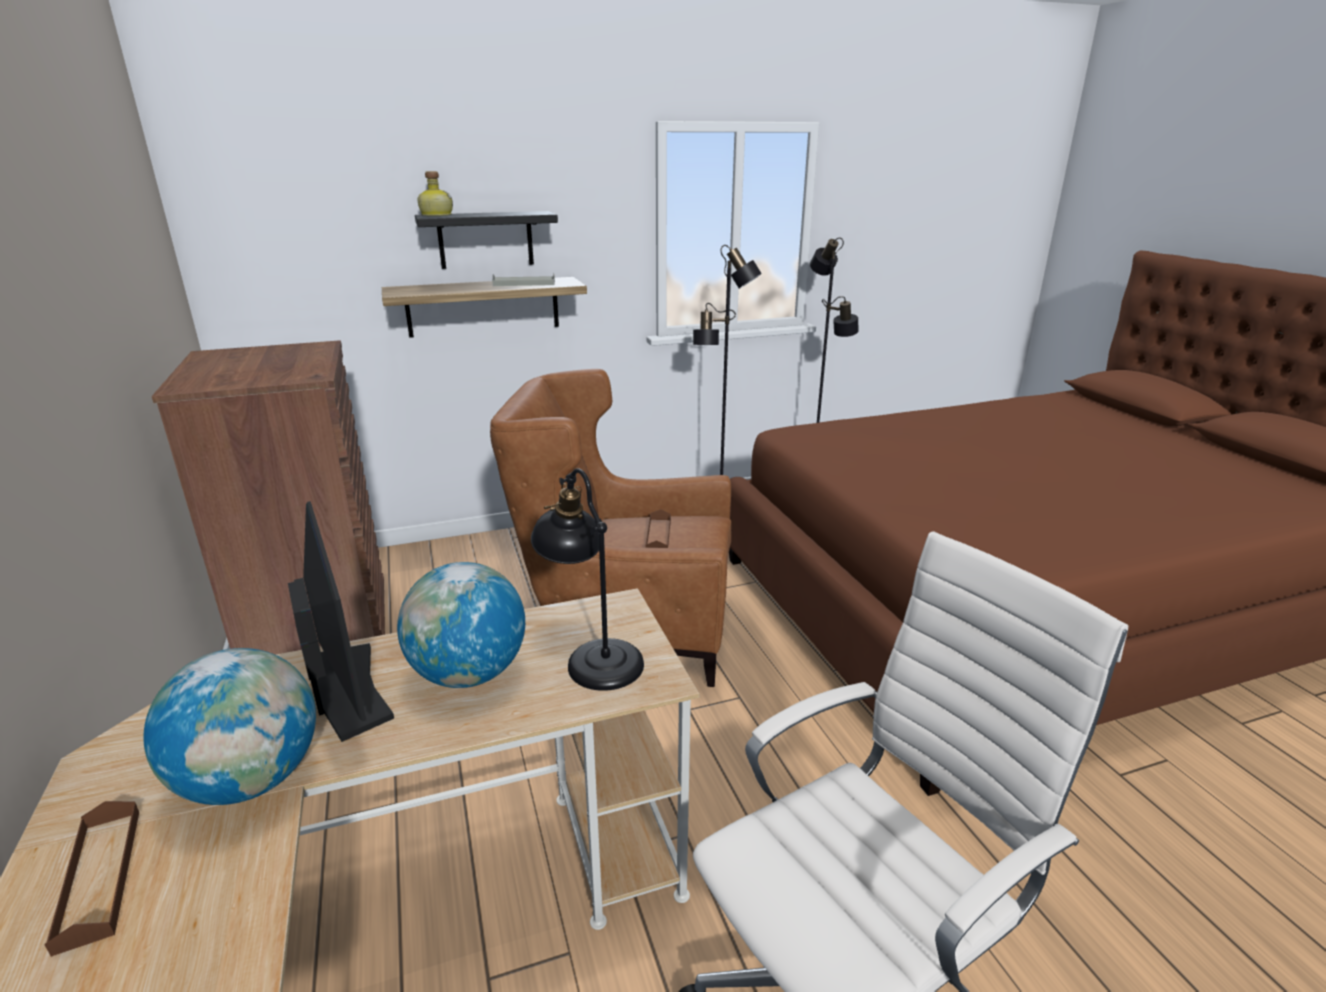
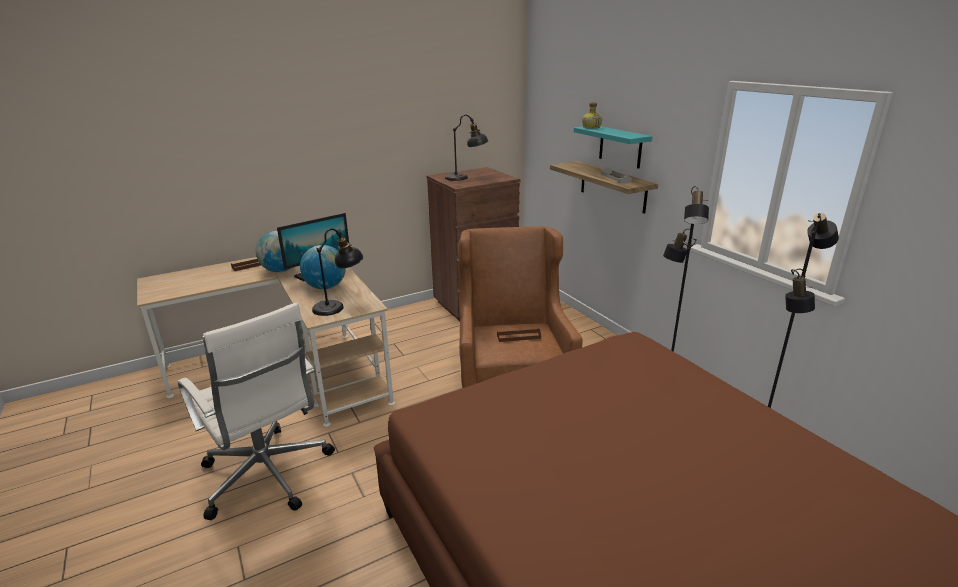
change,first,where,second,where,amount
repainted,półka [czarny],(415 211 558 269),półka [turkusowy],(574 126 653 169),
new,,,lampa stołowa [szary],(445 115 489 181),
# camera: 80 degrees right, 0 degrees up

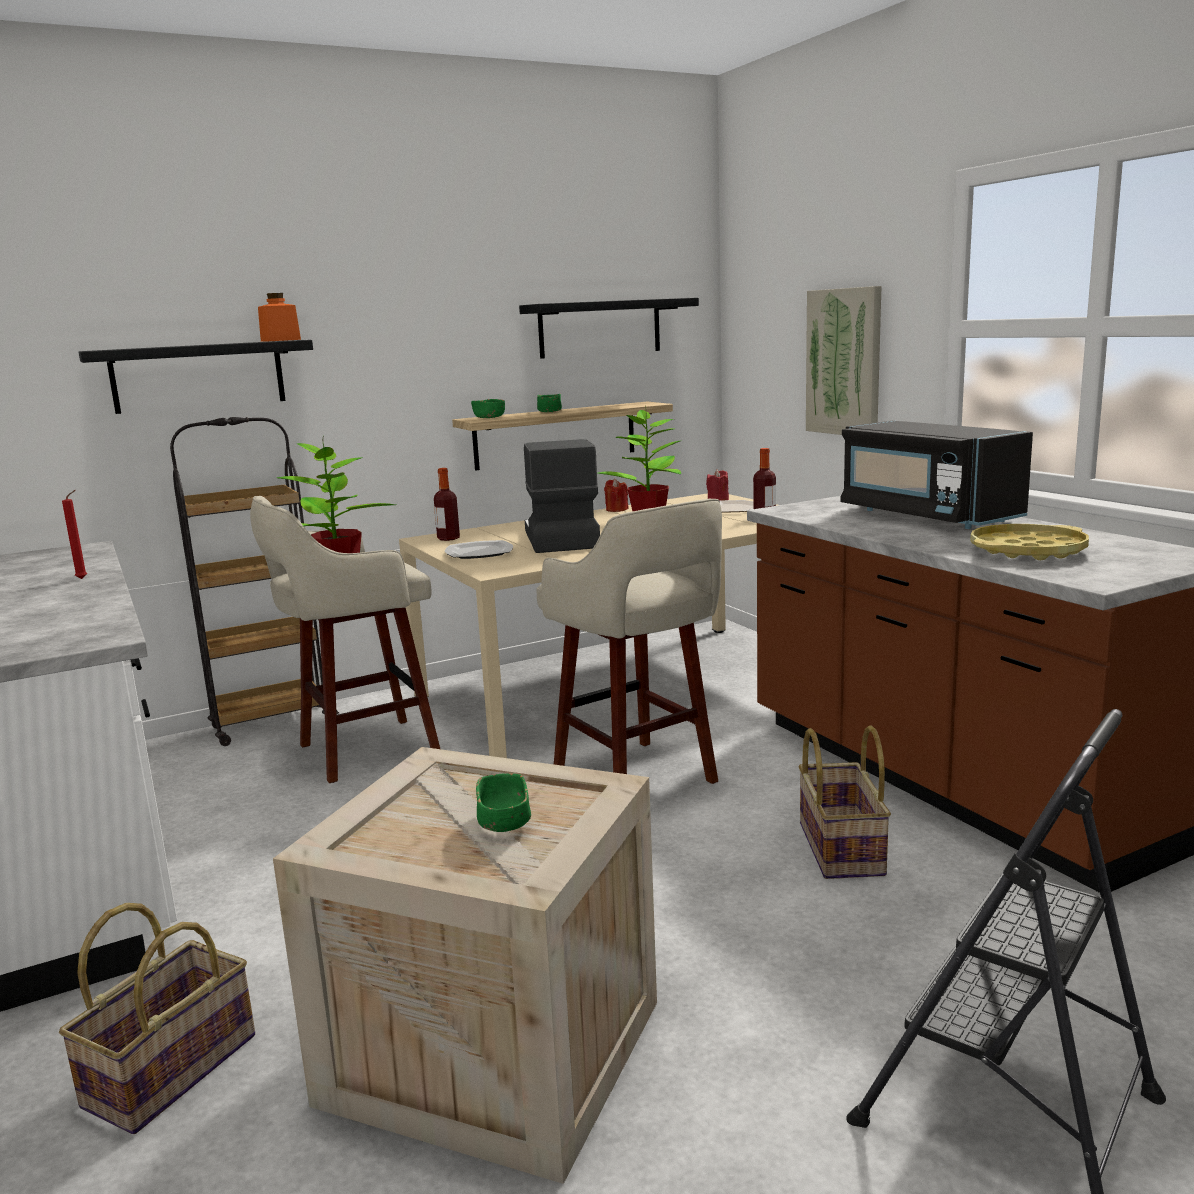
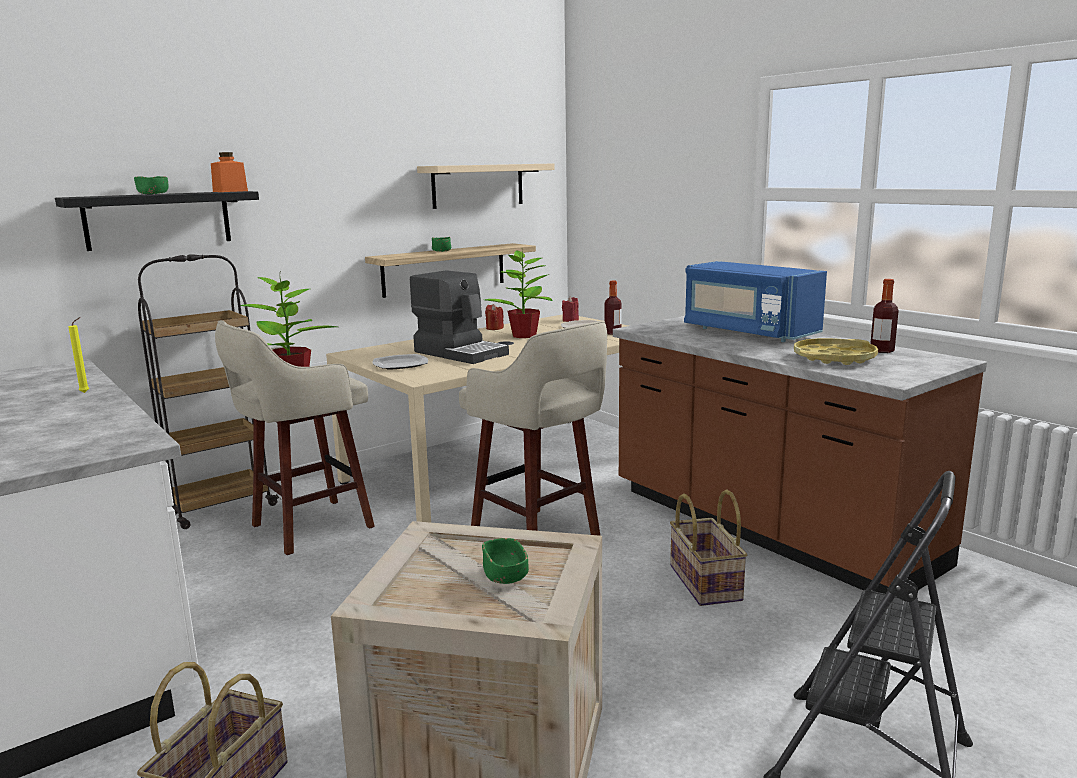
change,first,where,second,where,amount
gone,obraz,(806 286 882 435),,,
repainted,półka [czarny],(519 297 699 359),półka [beżowy],(417 163 555 209),
shifted,miska [zielony],(471 399 505 418),,(134 176 169 194),
repainted,mikrofalówka [czarny],(840 421 1033 529),mikrofalówka [niebieski],(684 261 827 342),
rotated,ekspres do kawy,(524 439 600 553),,(410 271 509 364),150 degrees clockwise
shifted,butelka,(434 468 460 541),,(870 279 898 353),
repainted,świeca [czerwony],(62 490 87 579),świeca [żółty],(68 317 89 393),
# camera: 10 degrees left, 0 degrees up

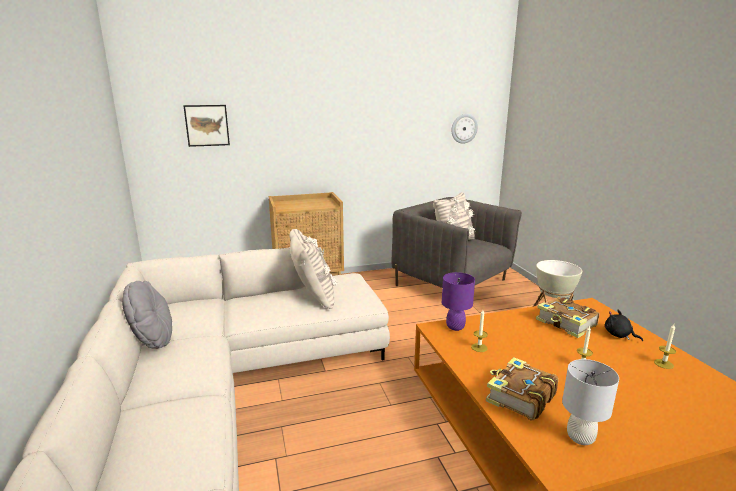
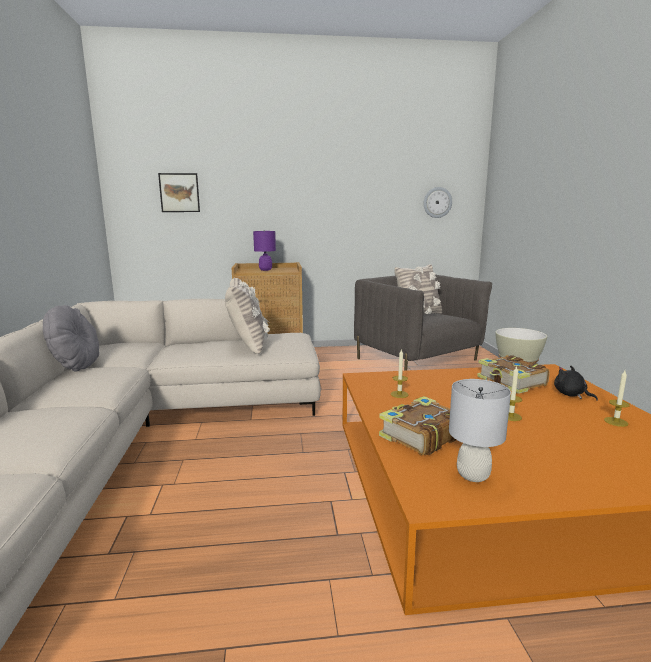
change,first,where,second,where,amount
shifted,lampa stołowa [fioletowy],(442 272 475 331),,(253 231 276 271),
# camera: 10 degrees right, 5 degrees down

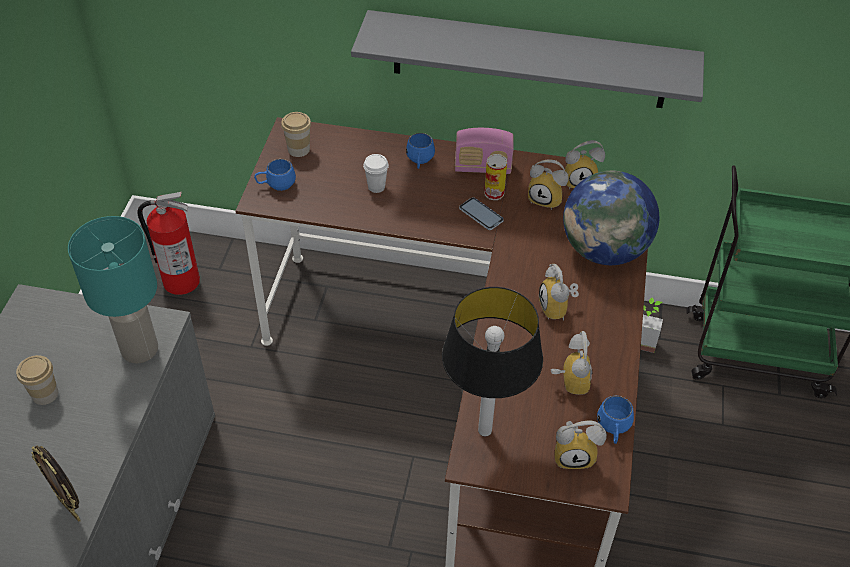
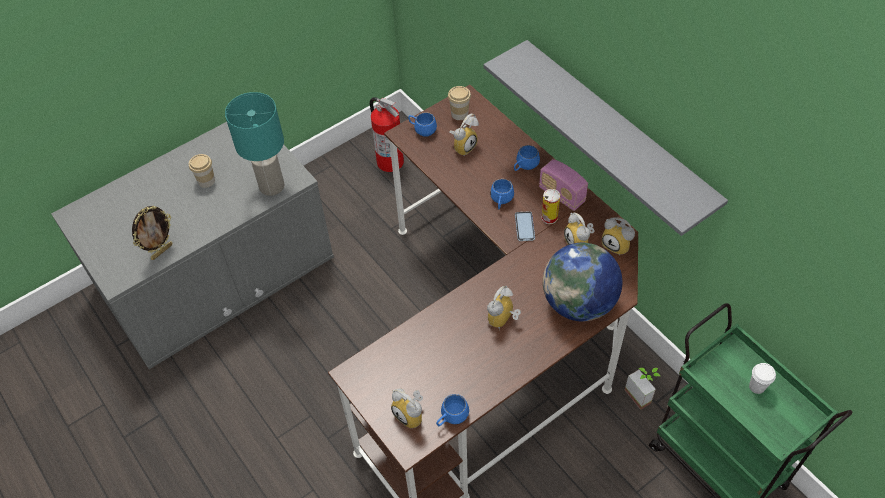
change,first,where,second,where,amount
shifted,filiżanka [biały],(363 154 389 193),,(749 363 776 394),
gone,lampa stołowa,(442 287 543 437),,,
shifted,budzik,(551 331 593 395),,(449 114 479 156),
rotated,ramka na zdjęcie,(32 446 80 521),,(132 206 172 260),135 degrees counterclockwise
new,,,kubek [niebieski],(490 179 514 209),
# camera: 45 degrees right, 5 degrees up

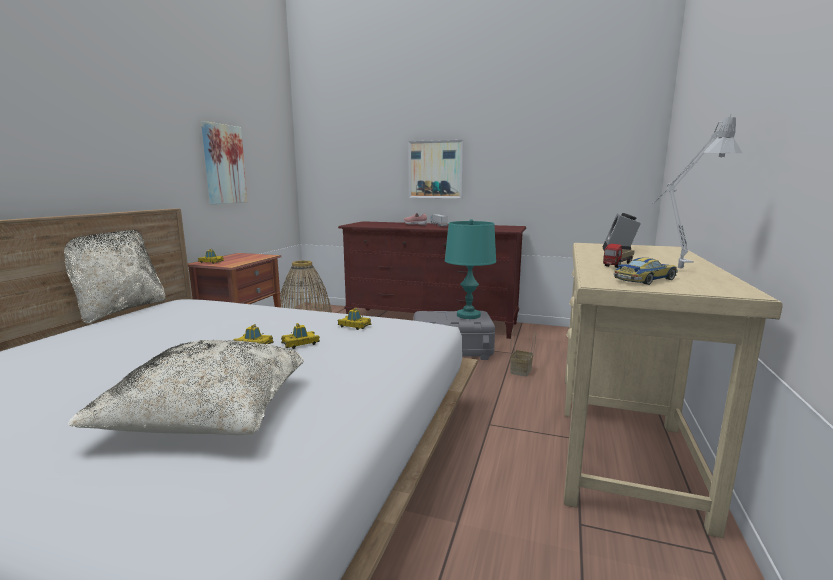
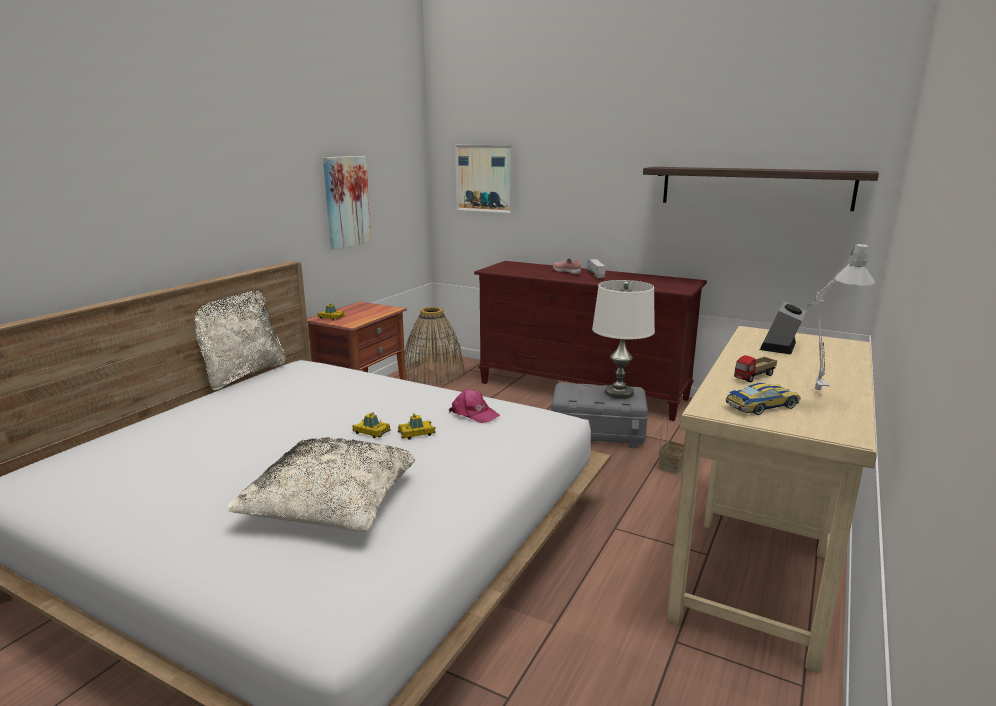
change,first,where,second,where,amount
shifted,obraz,(409 140 464 198),,(455 145 514 213),
repainted,lampa stołowa [turkusowy],(445 219 496 319),lampa stołowa [biały],(592 280 655 399),
swapped,samochodzik,(338 308 371 330),czapka z daszkiem [różowy],(449 389 500 423),
new,,,półka,(643 167 879 211),
# camera: 10 degrees right, 5 degrees up

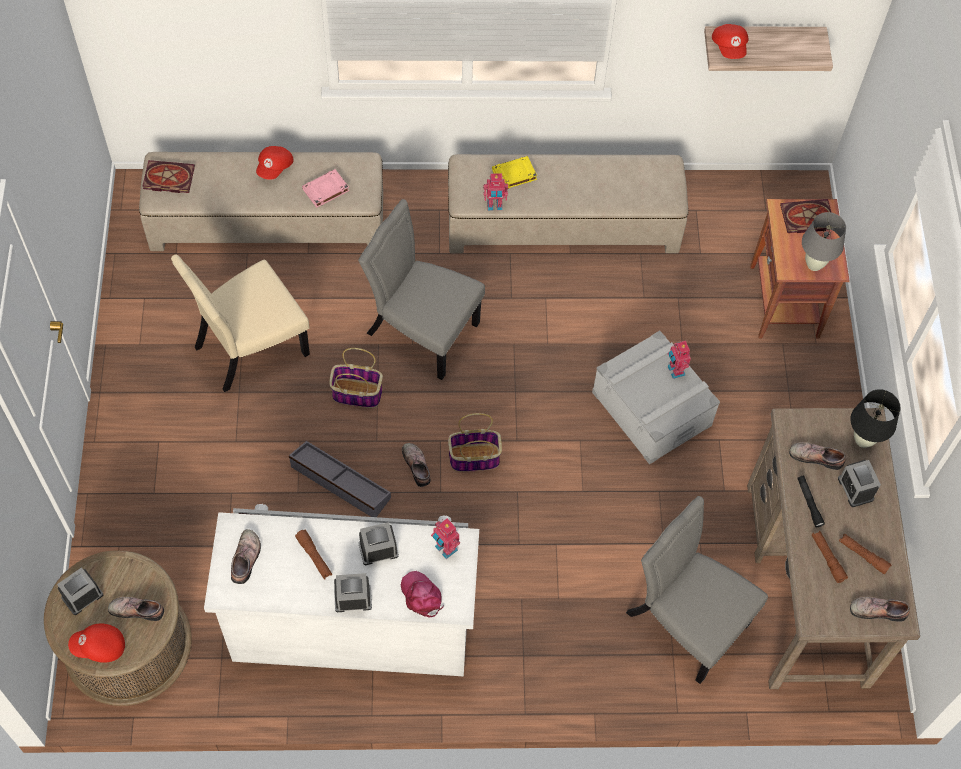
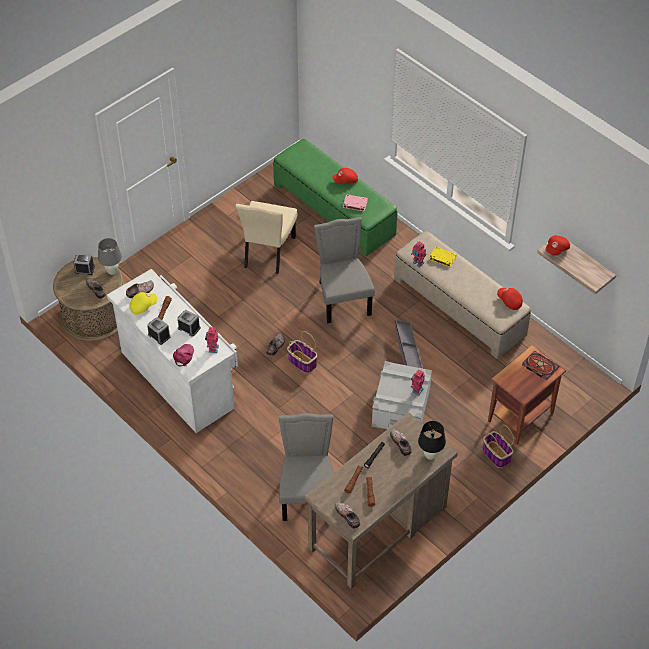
change,first,where,second,where,amount
repainted,ławka [beżowy],(139 152 383 251),ławka [zielony],(273 139 397 256),
gone,książka,(143 160 195 193),,,
shifted,lampa stołowa [szary],(802 212 846 271),,(98 238 122 275),
rotated,krzesło [beżowy],(171 254 310 392),,(236 201 298 274),90 degrees counterclockwise
shifted,koszyk,(329 348 383 408),,(483 424 514 468),
shifted,pojemnik do przechowywania [szary],(289 441 391 517),,(395 320 423 369),
gone,budzik,(838 460 881 507),,,
shifted,czapka z daszkiem [czerwony],(68 624 125 663),,(497 288 523 310),
new,,,czapka z daszkiem [żółty],(130 292 157 315),
# camera: 50 degrees right, 10 degrees down

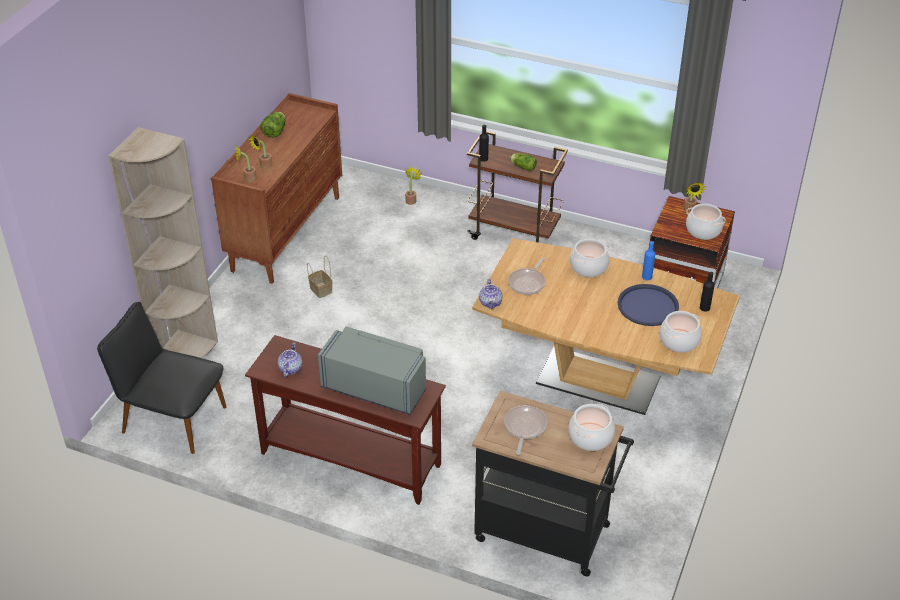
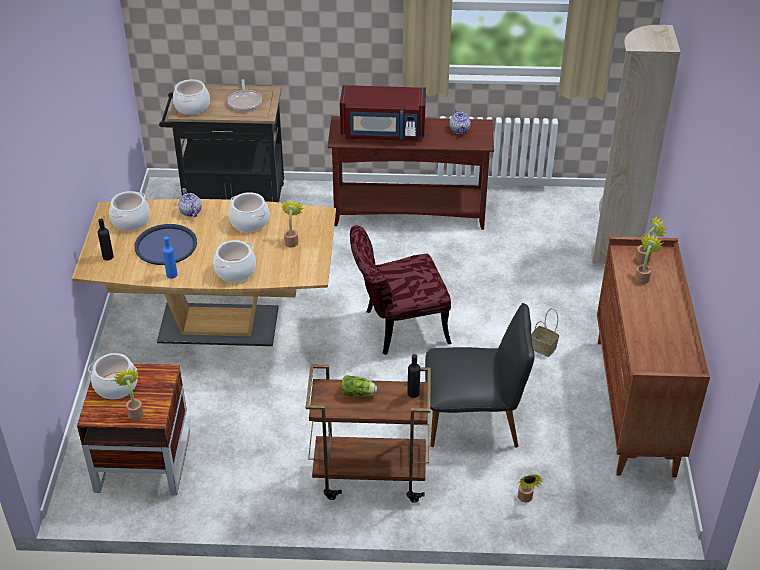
change,first,where,second,where,amount
gone,sałata,(260 112 285 138),,,
swapped,patelnia,(508 257 546 295),roślina doniczkowa,(281 199 303 247),
shifted,imbryk,(479 279 502 309),,(178 188 202 217),
shifted,krzesło [czarny],(97 302 226 454),,(425 303 535 448),
repainted,mikrofalówka [szary],(318 326 426 415),mikrofalówka [czerwony],(340 85 426 141),
new,,,garnek,(229 192 269 232),
new,,,krzesło [czerwony],(350 225 452 355),
# camera: 160 degrees right, 0 degrees up

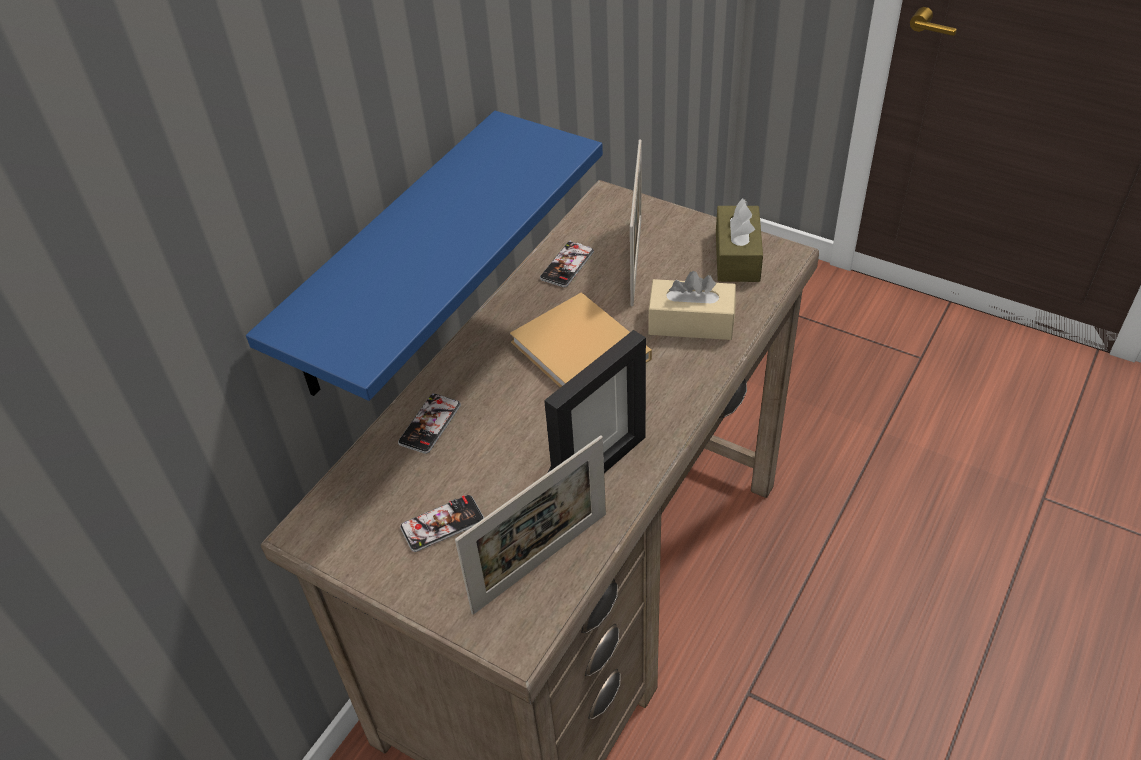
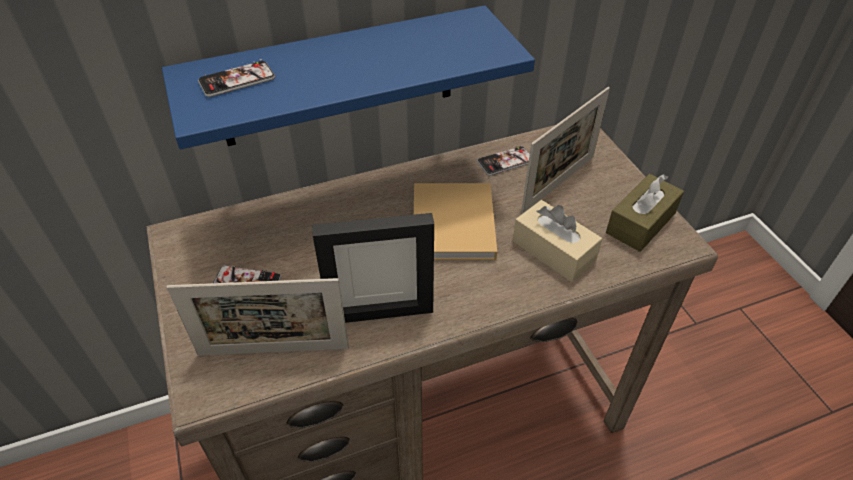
change,first,where,second,where,amount
shifted,telefon,(398 393 461 454),,(198 59 275 97),
# camera: 35 degrees right, 0 degrees up

